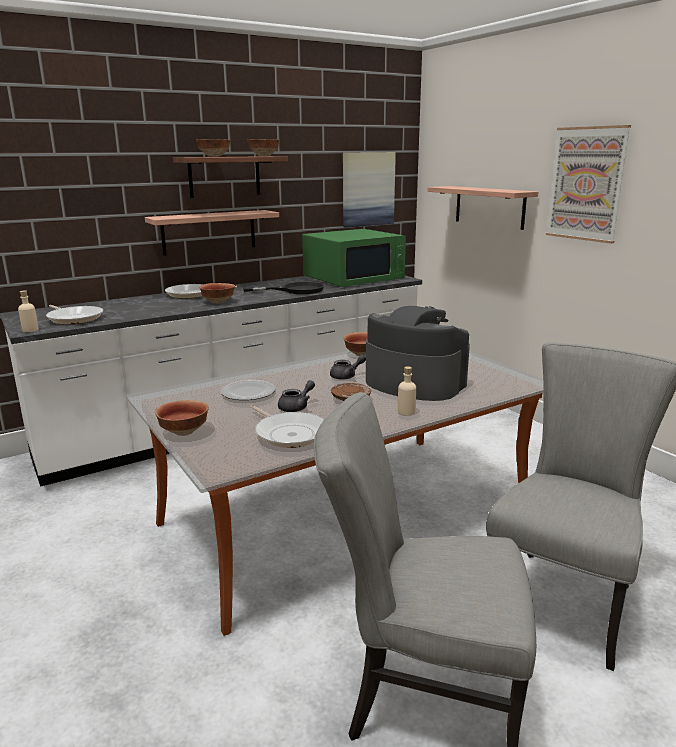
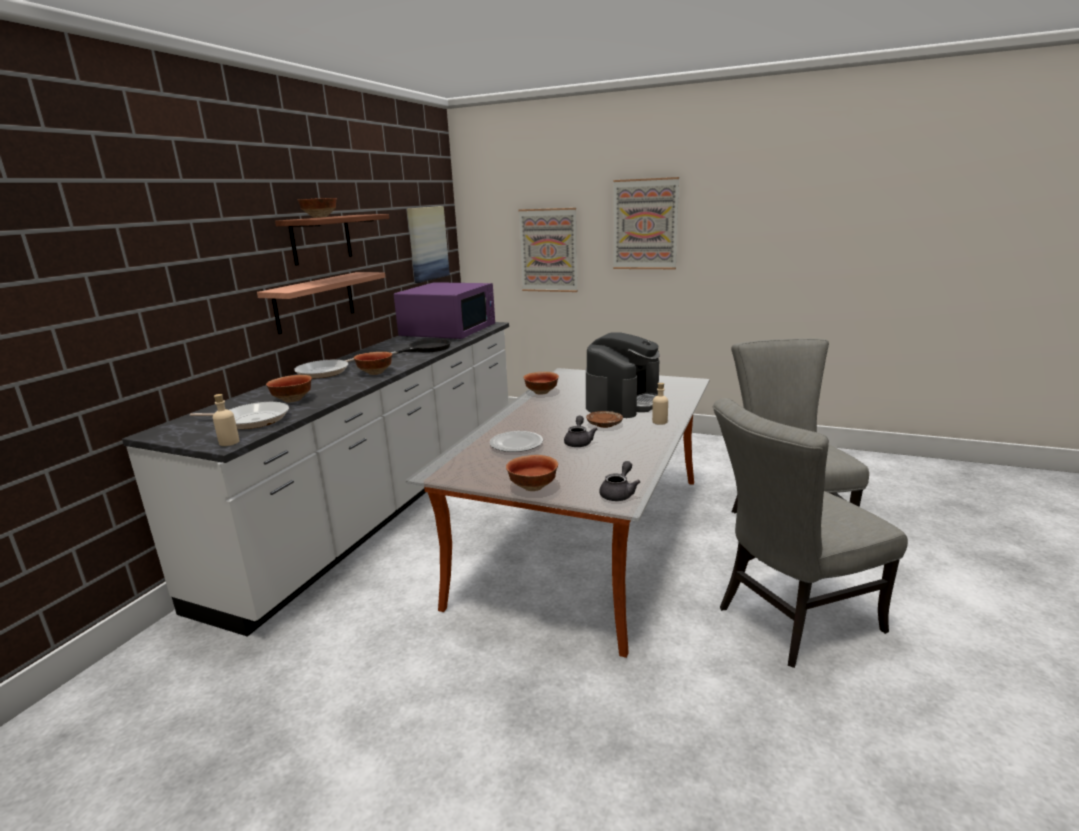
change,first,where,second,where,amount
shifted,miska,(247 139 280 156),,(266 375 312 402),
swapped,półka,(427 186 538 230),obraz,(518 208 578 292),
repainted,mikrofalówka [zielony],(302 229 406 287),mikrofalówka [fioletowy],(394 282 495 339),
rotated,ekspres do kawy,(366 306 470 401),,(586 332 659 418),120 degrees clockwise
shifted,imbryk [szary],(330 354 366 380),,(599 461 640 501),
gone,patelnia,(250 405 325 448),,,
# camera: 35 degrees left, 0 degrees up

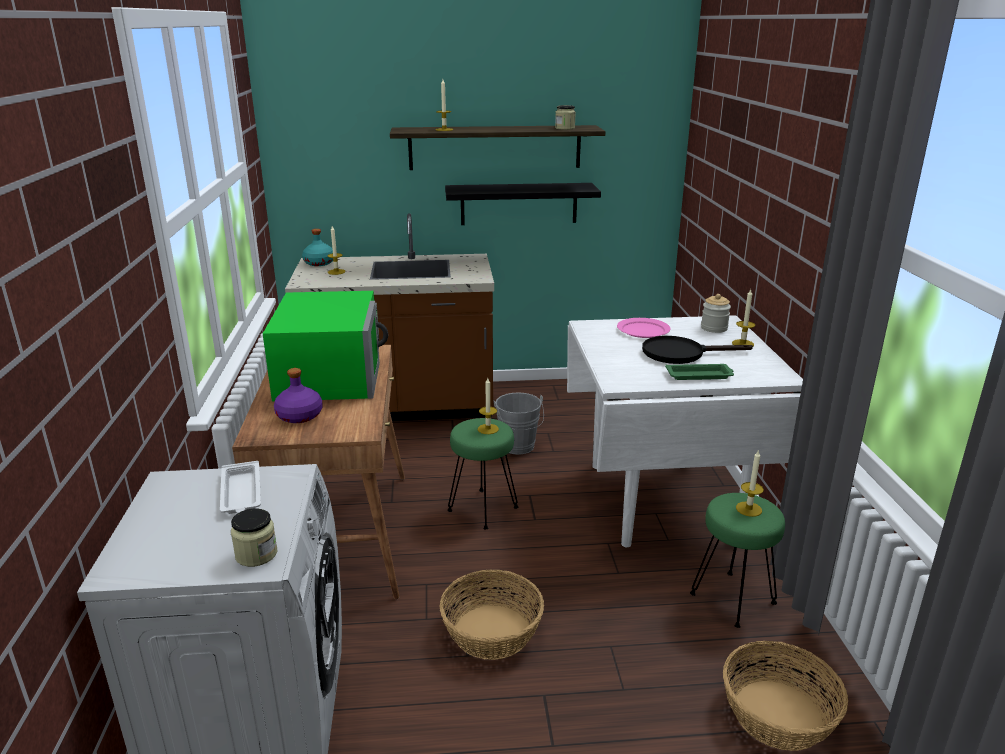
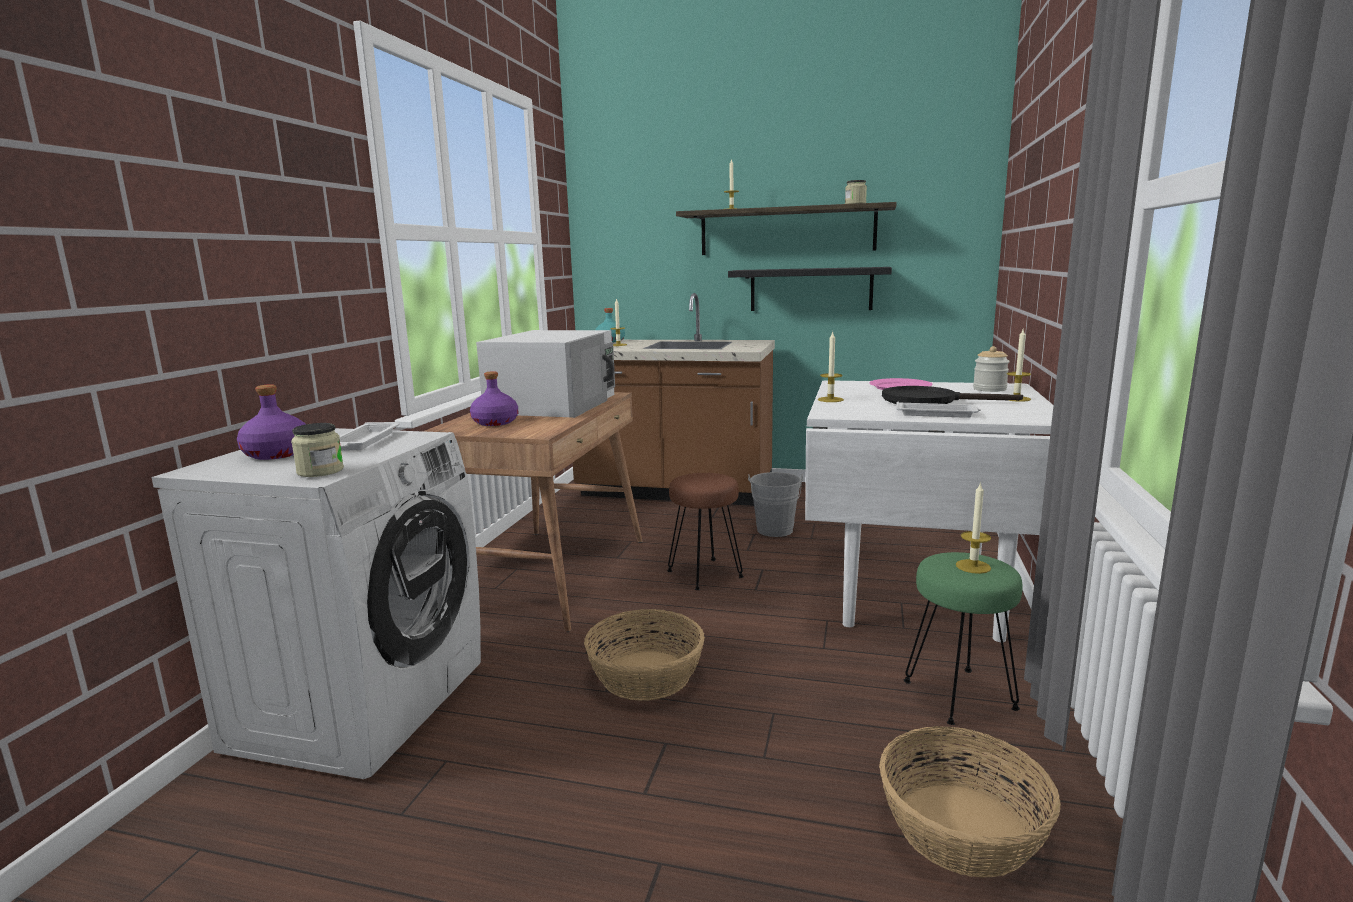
change,first,where,second,where,amount
repainted,mikrofalówka [zielony],(263 291 388 402),mikrofalówka [biały],(476 330 615 418),
repainted,taca [zielony],(665 364 734 380),taca [biały],(896 401 981 418),
shifted,świeca,(478 378 499 434),,(818 331 844 402),
repainted,stołek [zielony],(447 418 518 529),stołek [brązowy],(667 473 744 590),
new,,,butelka [fioletowy],(237 384 306 460),
# camera: 20 degrees right, 10 degrees down

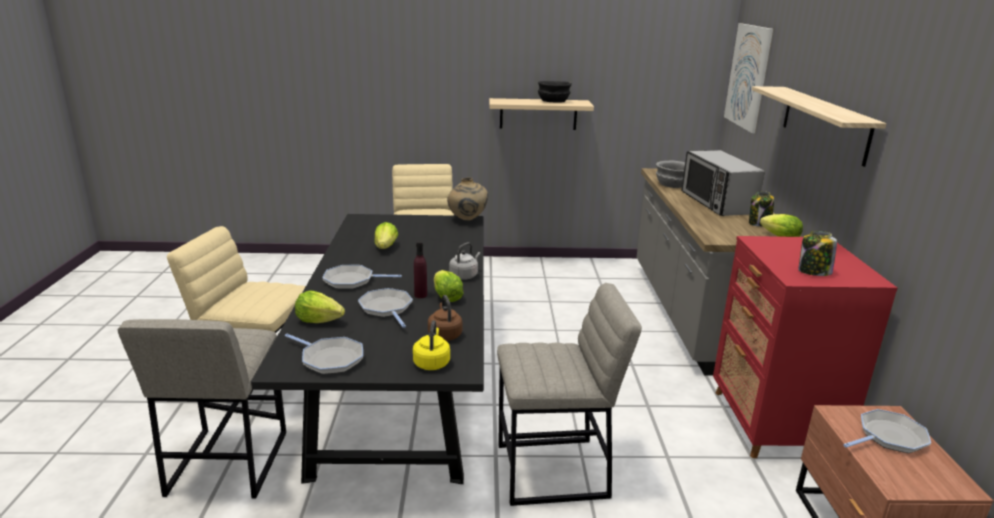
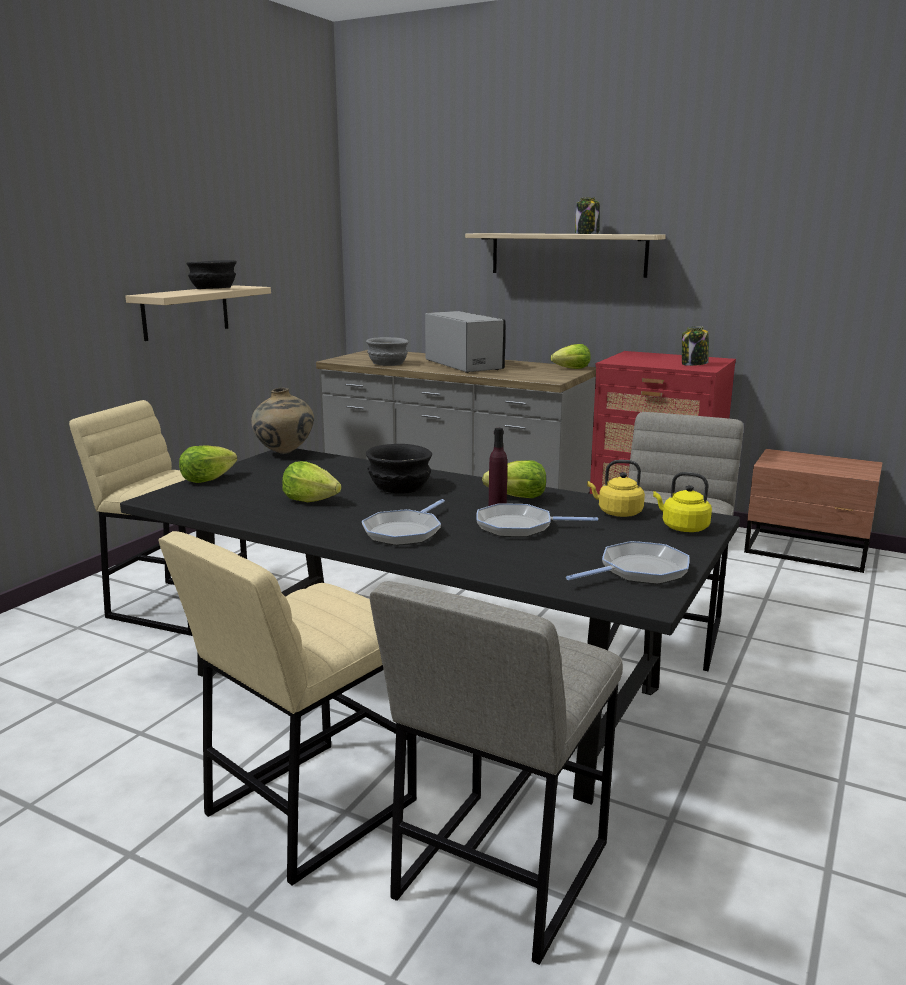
change,first,where,second,where,amount
gone,obraz,(724 23 773 133),,,
rotated,mikrofalówka,(681 150 765 216),,(425 311 506 373),135 degrees counterclockwise
shifted,słoik,(749 191 774 227),,(575 197 600 234),
gone,czajnik [szary],(449 242 480 280),,,
shifted,sałata,(295 290 345 323),,(179 445 237 483),
repainted,czajnik [brązowy],(428 295 462 341),czajnik [żółty],(587 460 645 517),
rotated,krzesło [szary],(118 319 286 498),,(370 582 623 965),90 degrees clockwise
gone,patelnia,(843 409 931 453),,,
new,,,miska [czarny],(366 444 432 494),
# camera: 60 degrees left, 5 degrees down

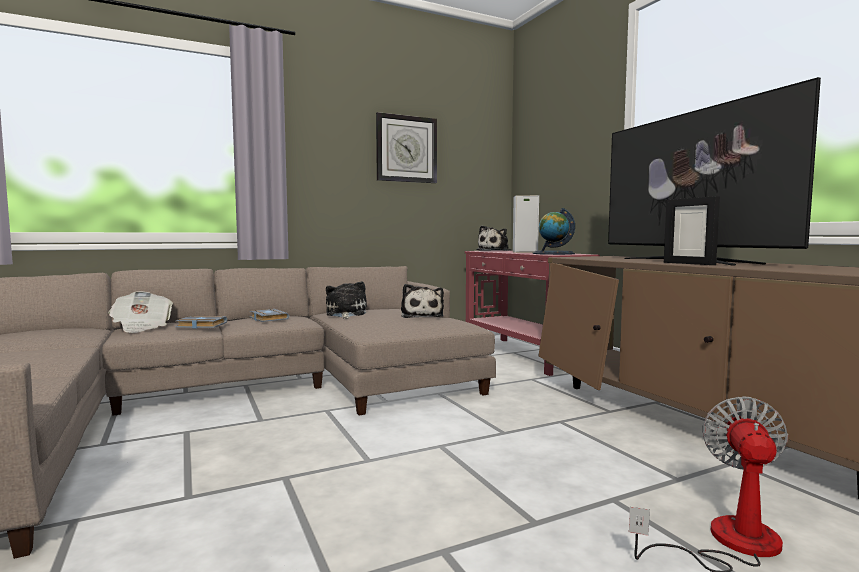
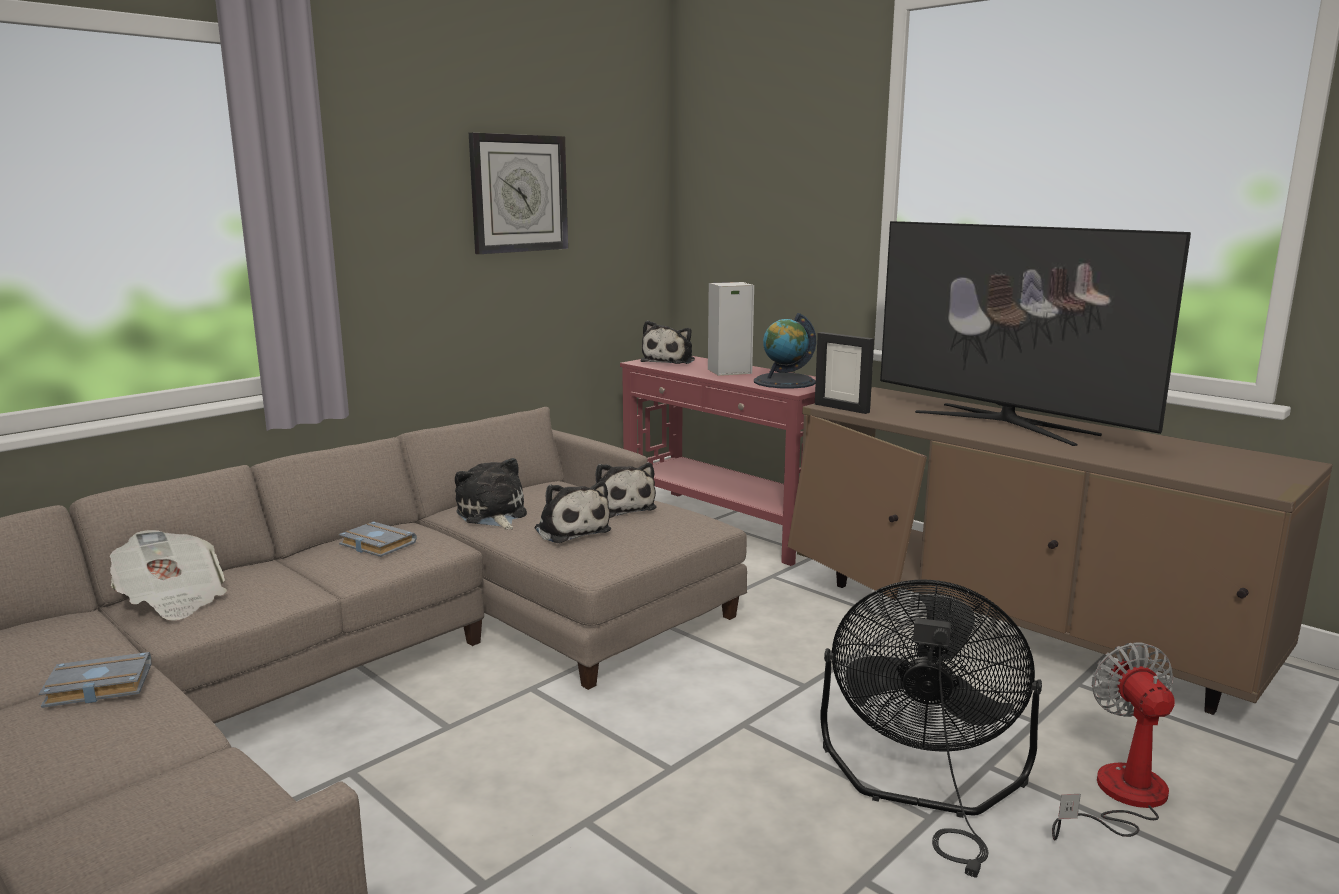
change,first,where,second,where,amount
shifted,ramka na zdjęcie,(664 196 720 265),,(815 332 874 414),
shifted,książka [szary],(175 316 227 329),,(39 652 151 708),
new,,,pluszak,(534 481 611 543),
new,,,wentylator [czarny],(820 580 1042 878),
# camera: 20 degrees left, 10 degrees up

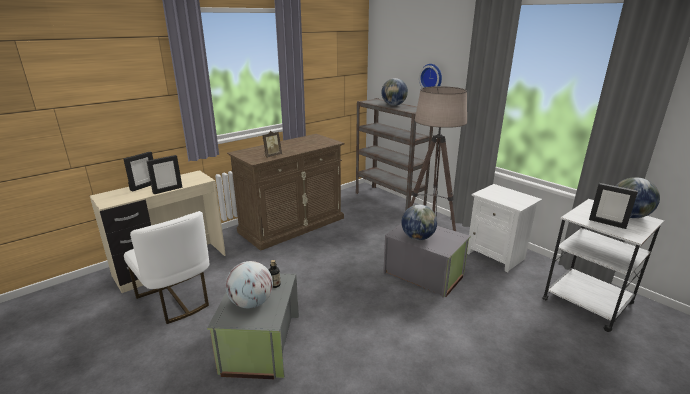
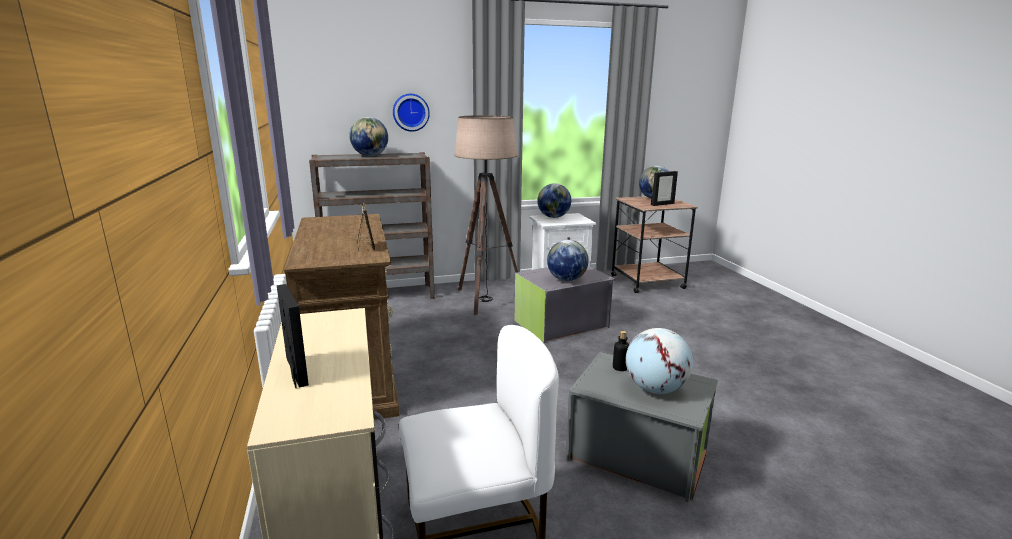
change,first,where,second,where,amount
gone,ramka na zdjęcie,(147 155 183 194),,,
repainted,wózek [biały],(542 199 664 332),wózek [brązowy],(611 196 698 293),
new,,,globus,(537 183 571 218),
# camera: 65 degrees left, 5 degrees down

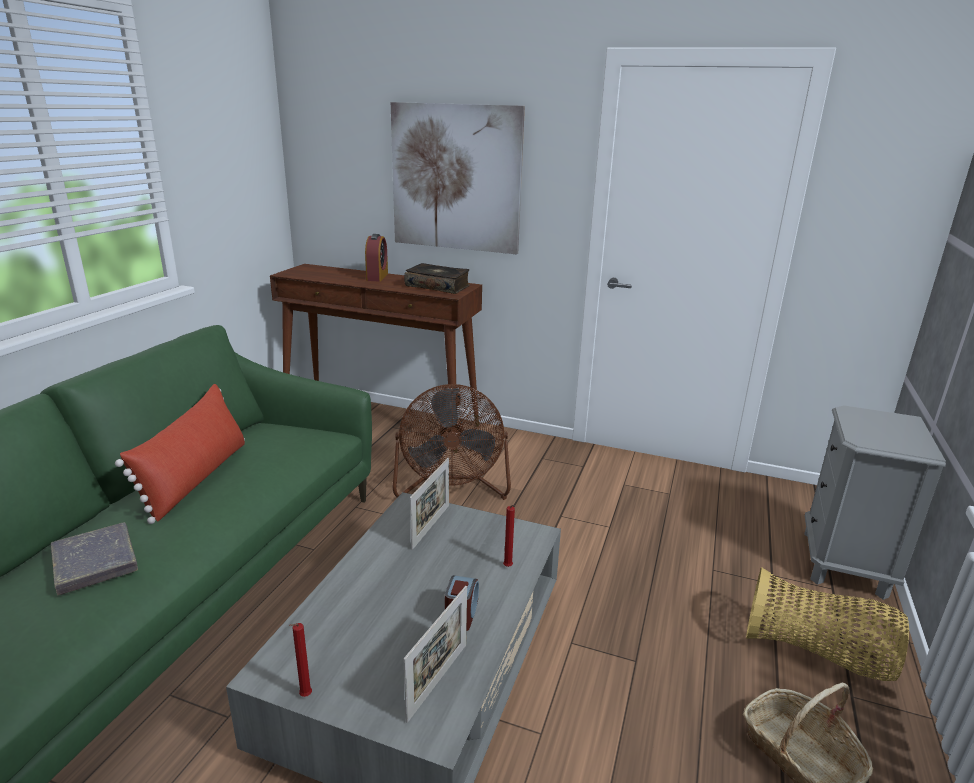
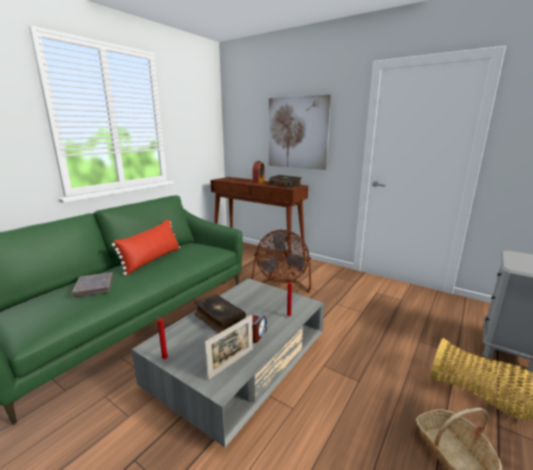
change,first,where,second,where,amount
gone,ramka na zdjęcie,(410 458 449 550),,,
new,,,książka,(194 294 246 333),
# camera: 15 degrees right, 5 degrees down

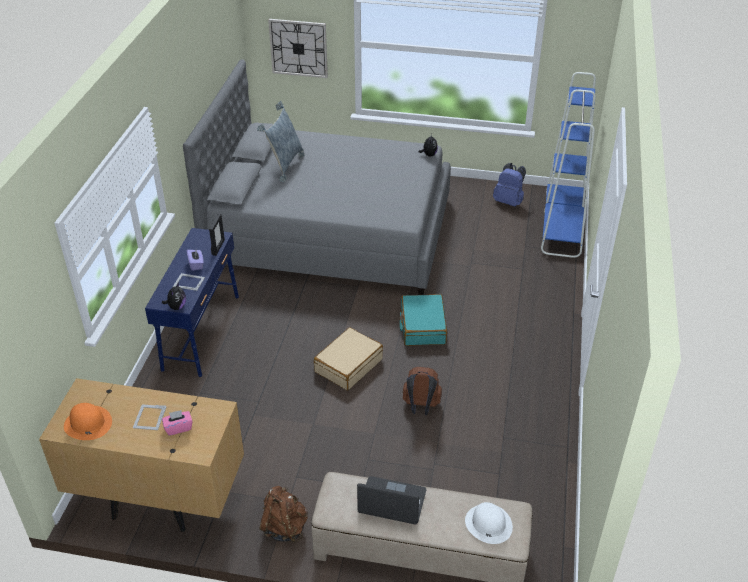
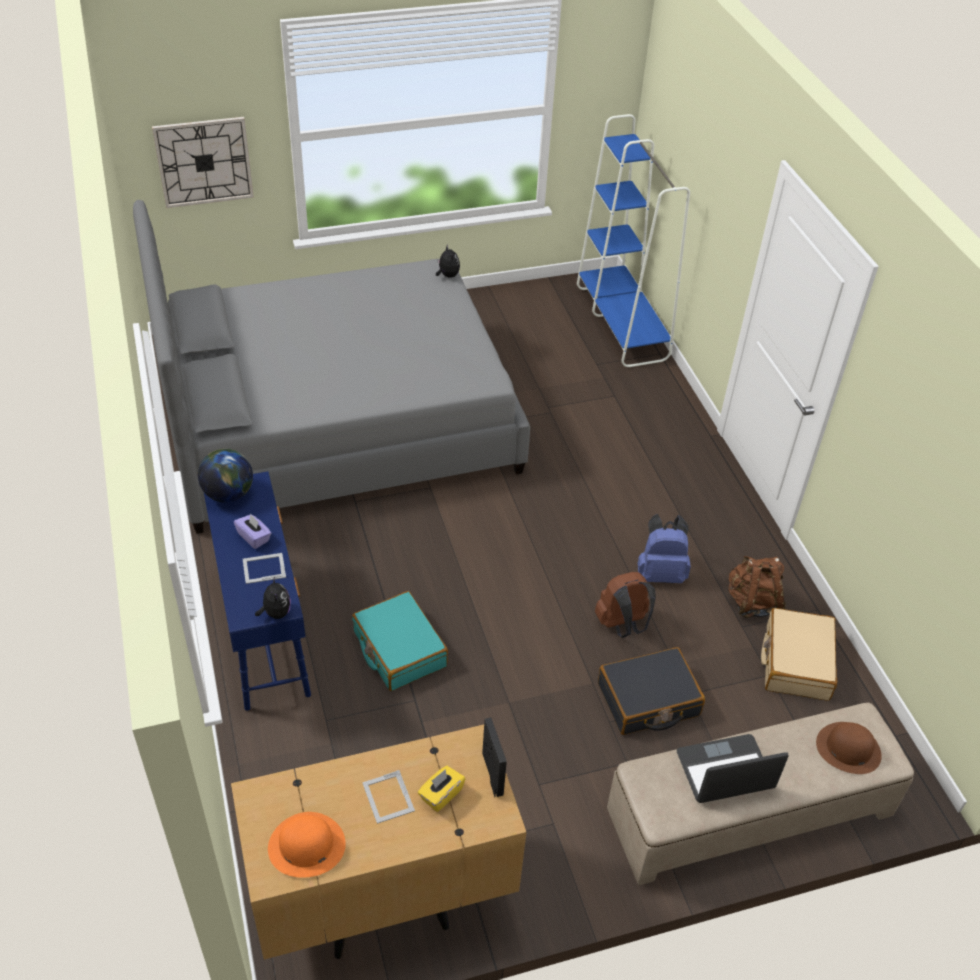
change,first,where,second,where,amount
gone,poduszka,(257 101 304 182),,,
shifted,plecak [niebieski],(493 163 526 207),,(638 514 691 583),
shifted,ramka na zdjęcie,(209 213 225 256),,(482 717 507 797),
shifted,walizka [turkusowy],(399 294 447 346),,(352 591 448 691),
shifted,walizka [beżowy],(314 327 383 390),,(761 608 837 701),
repainted,pudełko chusteczek [różowy],(162 410 193 436),pudełko chusteczek [żółty],(418 766 465 812),
shifted,plecak [brązowy],(260 486 308 544),,(728 556 786 618),
repainted,kapelusz [biały],(465 502 513 544),kapelusz [brązowy],(816 722 882 774),
new,,,globus,(198 449 253 503),
new,,,walizka [czarny],(598 647 705 735),
# camera: 30 degrees left, 5 degrees up

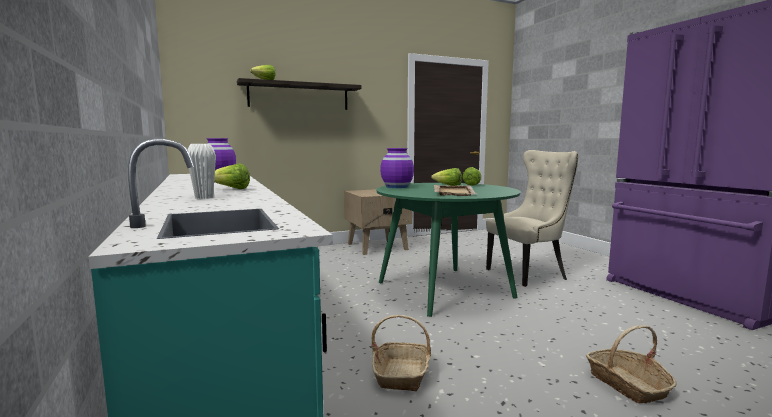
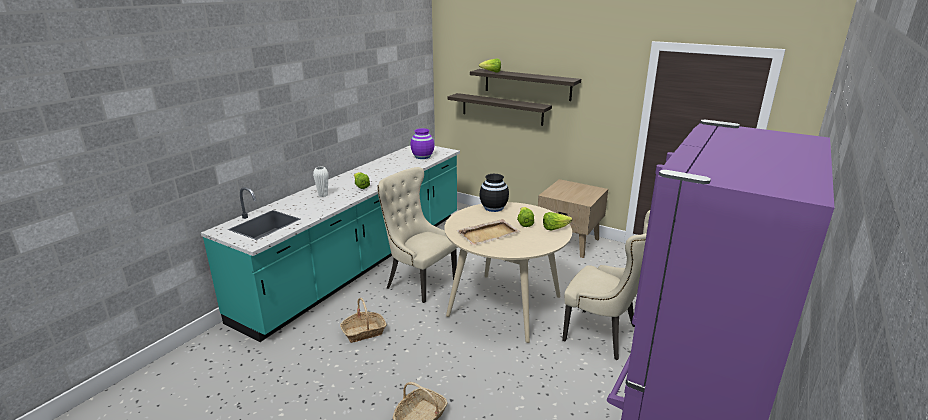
change,first,where,second,where,amount
repainted,wazon [fioletowy],(380 148 414 188),wazon [czarny],(480 174 509 212),
repainted,stół jadalny [zielony],(376 183 521 317),stół jadalny [beżowy],(444 202 572 343),
new,,,półka,(447 93 552 126),
new,,,krzesło [beżowy],(377 167 457 303),
# camera: 55 degrees right, 15 degrees up

